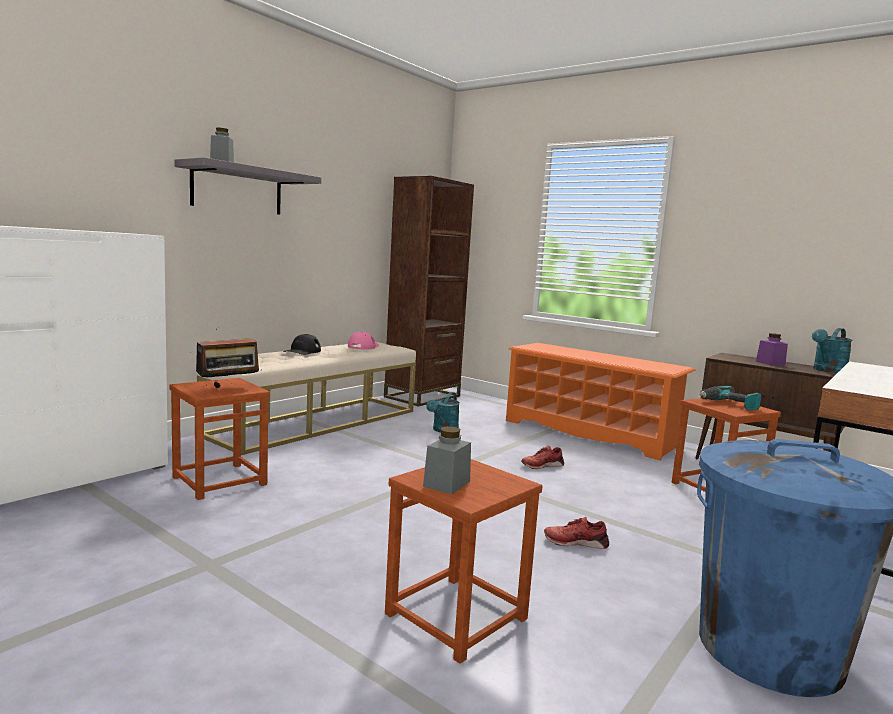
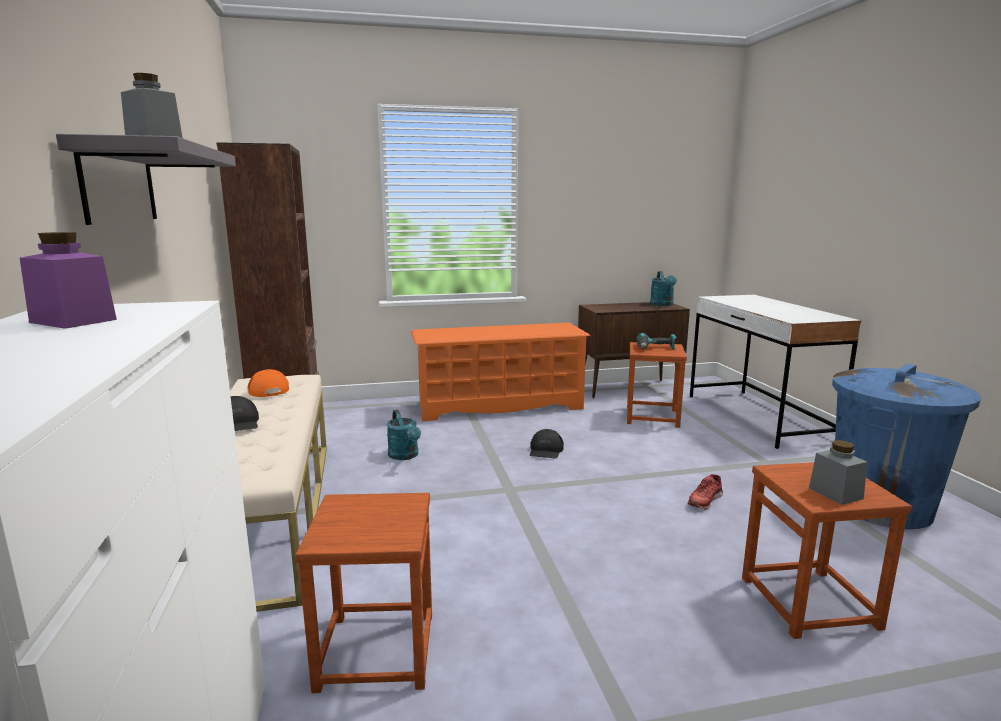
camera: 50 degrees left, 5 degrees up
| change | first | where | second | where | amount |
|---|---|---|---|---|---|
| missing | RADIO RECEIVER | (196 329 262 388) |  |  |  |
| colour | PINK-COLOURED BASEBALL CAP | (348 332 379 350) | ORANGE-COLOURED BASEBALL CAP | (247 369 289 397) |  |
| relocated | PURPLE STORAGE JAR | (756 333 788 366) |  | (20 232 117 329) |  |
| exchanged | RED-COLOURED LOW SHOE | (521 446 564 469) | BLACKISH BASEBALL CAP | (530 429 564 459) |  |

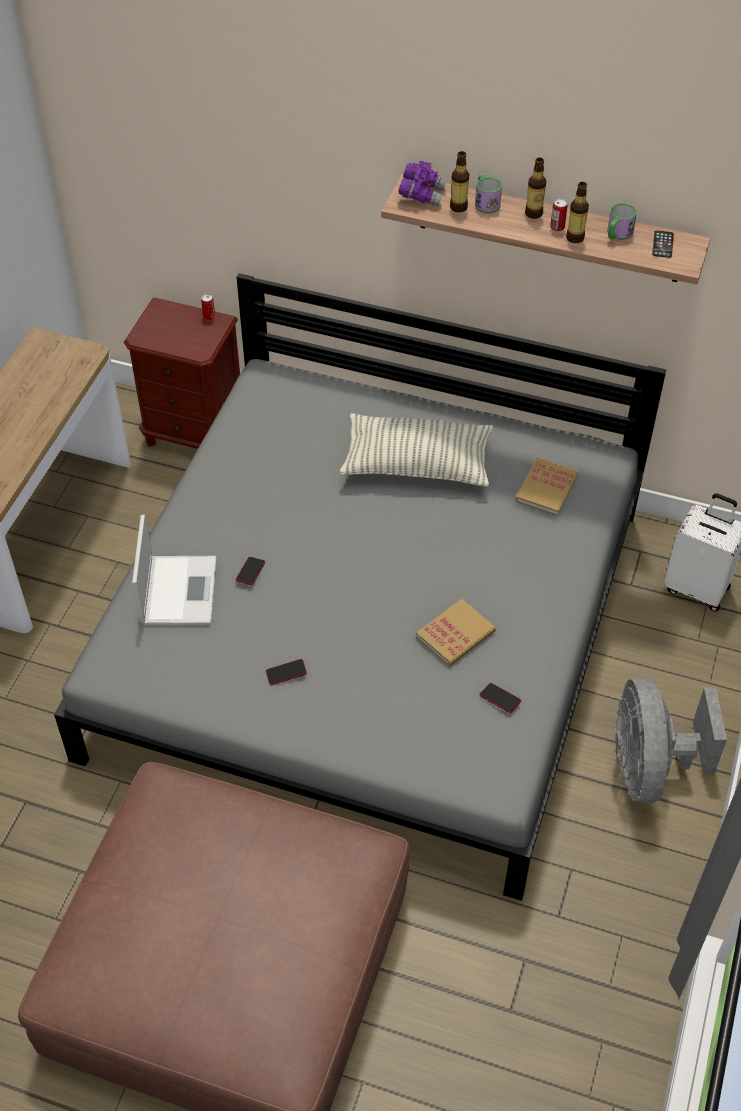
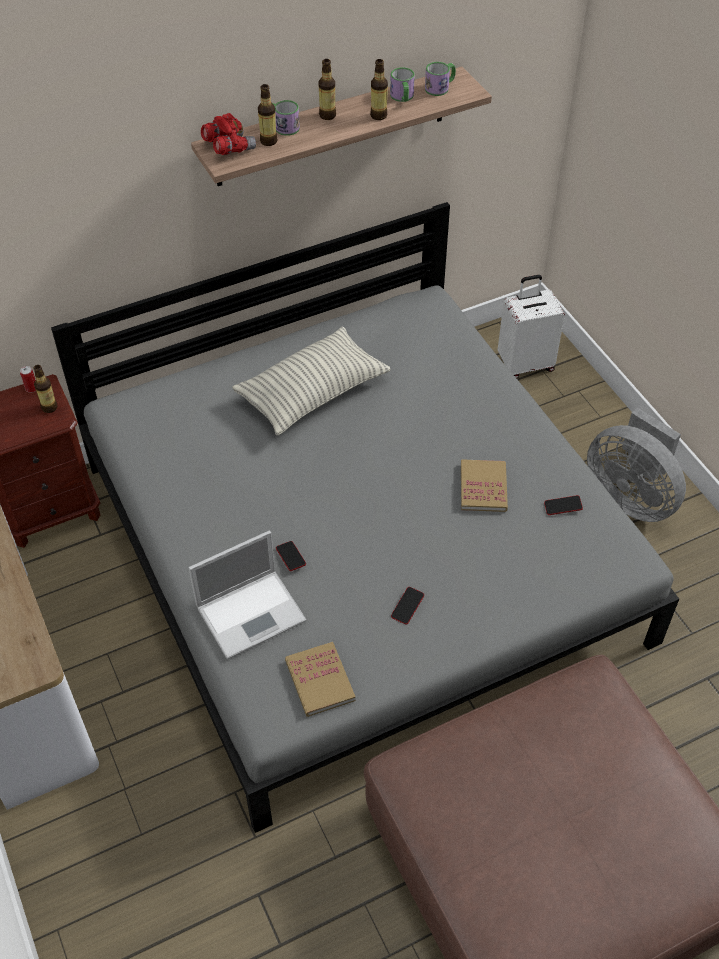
camera: 45 degrees left, 0 degrees up
| change | first | where | second | where | amount |
|---|---|---|---|---|---|
| colour | PURPLE BINOCULARS | (398 161 447 207) | RED-COLOURED BINOCULARS | (201 113 256 155) |  |
| missing | SEALED CAN | (550 199 567 232) |  |  |  |
| exchanged | HANDSET | (652 230 674 258) | MUG | (425 62 456 96) |  |
| relocated | VOLUME | (515 458 578 516) |  | (285 642 356 717) |  |
| spun | PORTABLE COMPUTER | (132 515 216 625) |  | (188 530 307 659) | 105 degrees clockwise |
| appeared |  |  | DRINK BOTTLE | (33 365 57 413) |  |

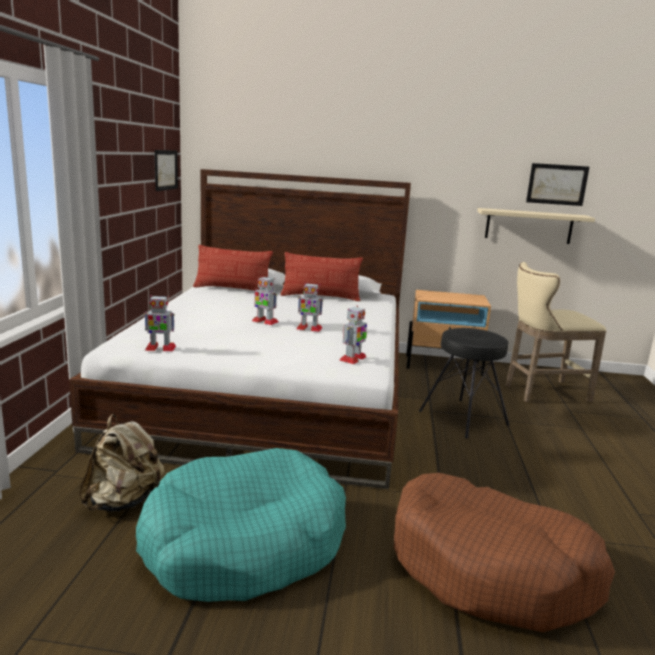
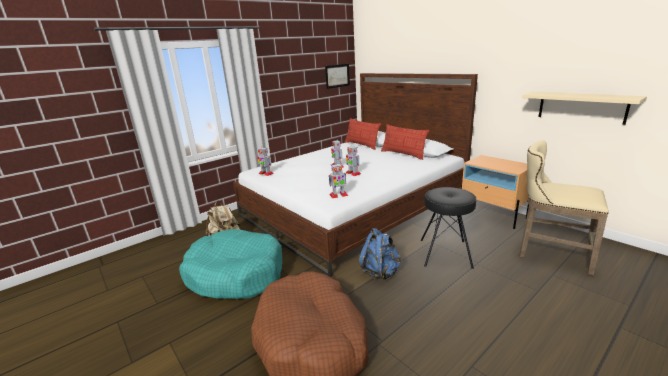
camera: 45 degrees right, 5 degrees up
| change | first | where | second | where | amount |
|---|---|---|---|---|---|
| missing | WALL PICTURE | (526 163 589 206) |  |  |  |
| appeared |  |  | BLUE-COLOURED KNAPSACK | (358 228 401 280) |  |

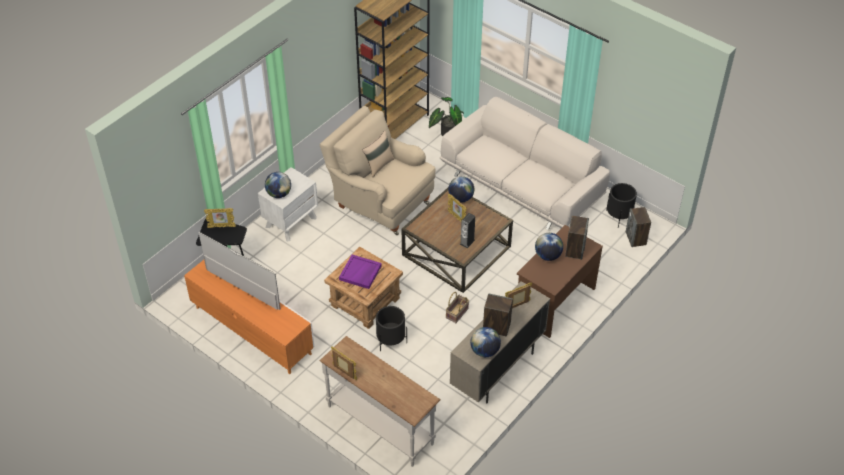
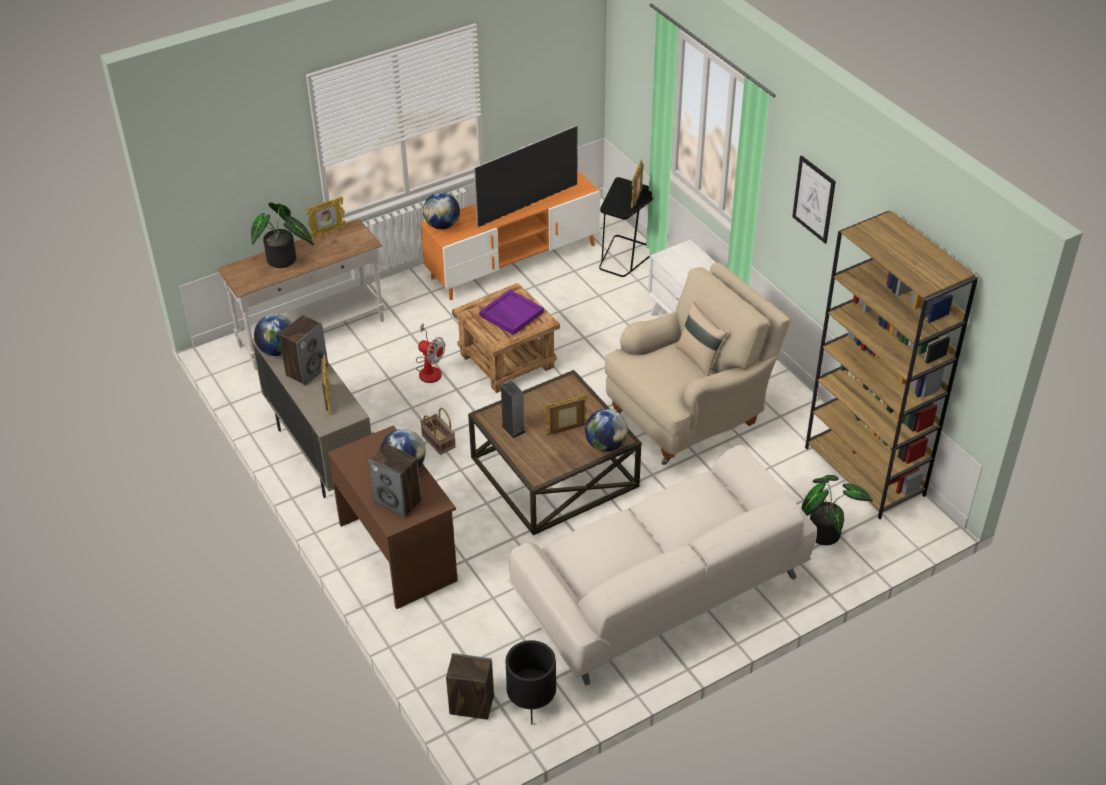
camera: 110 degrees right, 5 degrees down
| change | first | where | second | where | amount |
|---|---|---|---|---|---|
| relocated | WORLD GLOBE | (265 172 291 198) |  | (423 192 460 229) |  |
| exchanged | BLACKISH PLANT POT | (376 306 407 351) | FAN | (416 323 445 383) |  |
| appeared |  |  | WALL PICTURE | (792 155 836 244) |  |
| appeared |  |  | PLANT IN A POT | (251 202 314 268) |  |

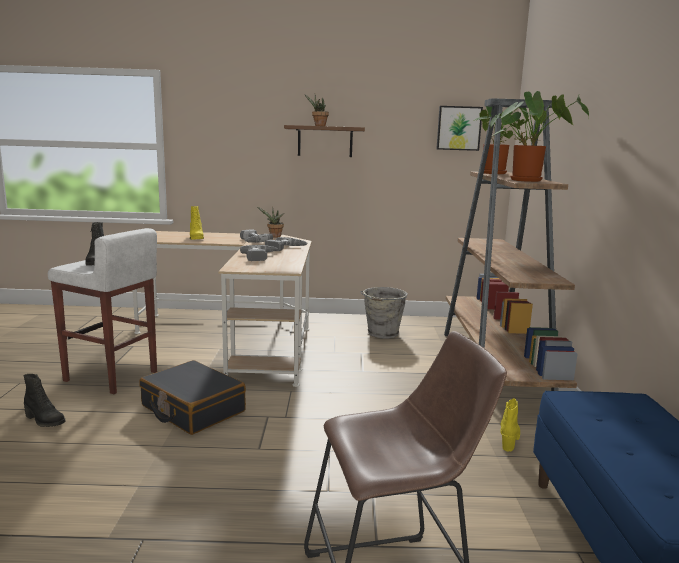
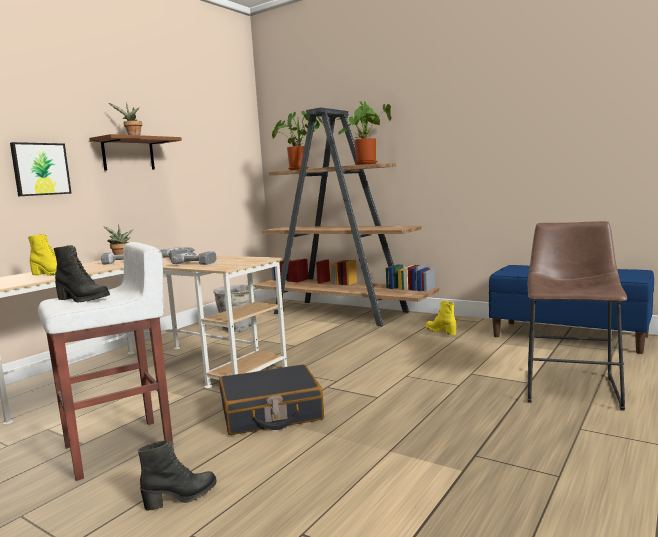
camera: 55 degrees left, 5 degrees down
| change | first | where | second | where | amount |
|---|---|---|---|---|---|
| relocated | WALL PICTURE | (436 106 483 151) |  | (10 142 72 196) |  |

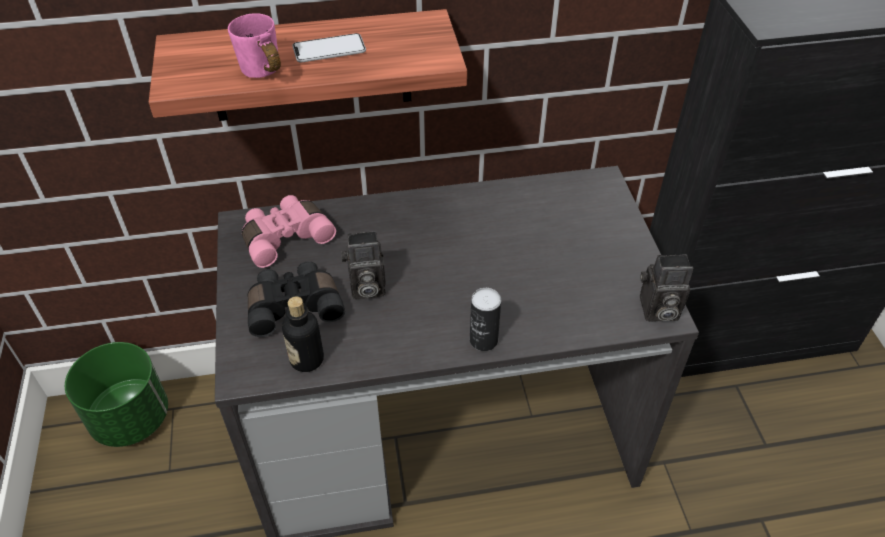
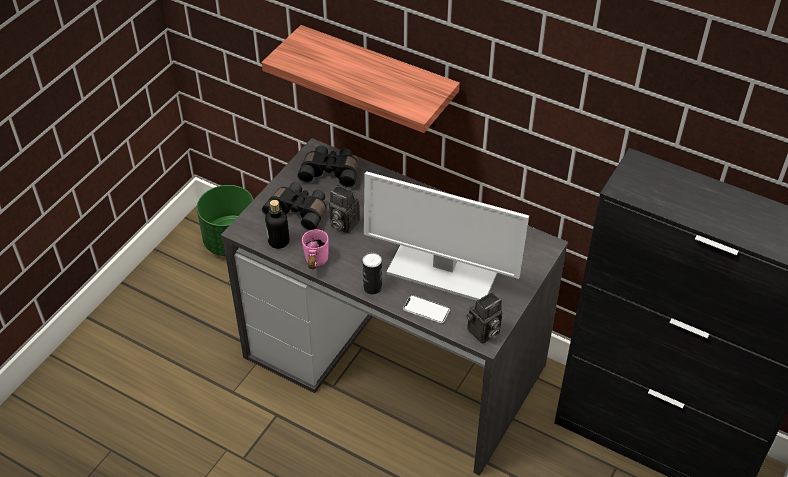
camera: 40 degrees right, 0 degrees up
| change | first | where | second | where | amount |
|---|---|---|---|---|---|
| relocated | PINK-COLOURED MUG | (228 13 281 78) |  | (302 229 328 269) |  |
| relocated | HANDSET | (292 33 366 62) |  | (403 295 450 323) |  |
| colour | PINK-COLOURED BINOCULARS | (242 195 336 268) | BLACKISH BINOCULARS | (297 146 358 188) |  |
| spun | PHOTO CAMERA | (640 254 693 322) |  | (467 292 502 344) | 75 degrees counterclockwise |
| appeared |  |  | COMPUTER SCREEN | (364 171 529 301) |  |

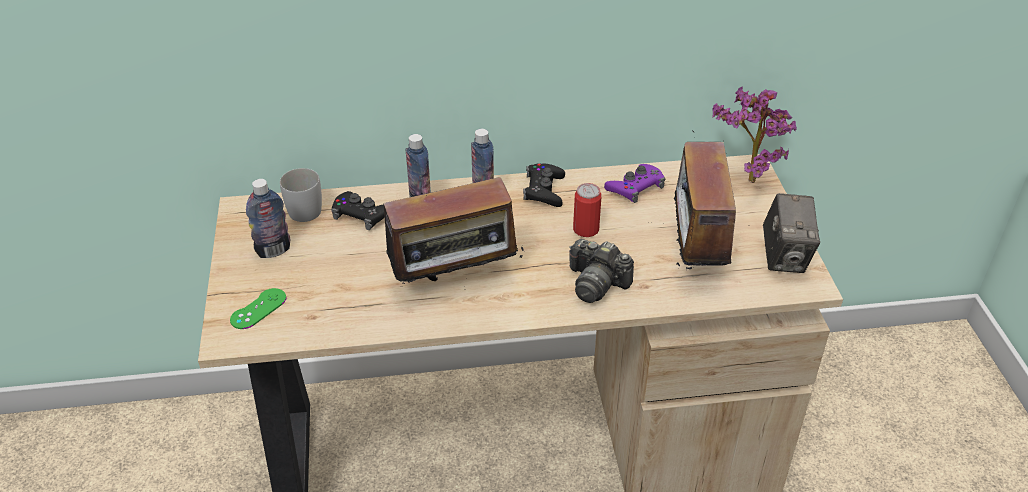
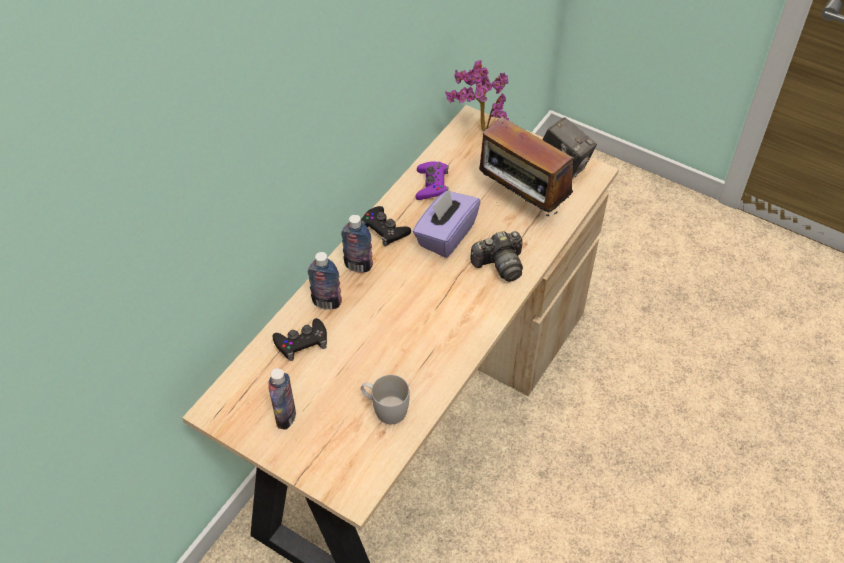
camera: 50 degrees left, 10 degrees up
| change | first | where | second | where | amount |
|---|---|---|---|---|---|
| relocated | WHITISH MUG | (280 168 322 222) |  | (361 375 410 424) |  |
| missing | RADIO RECEIVER | (384 177 525 289) |  |  |  |
| exchanged | SEALED CAN | (573 183 601 237) | PURPLE BOX OF TISSUES | (413 190 480 258) |  |
| missing | GREEN-COLOURED GAMEPAD | (230 288 287 329) |  |  |  |

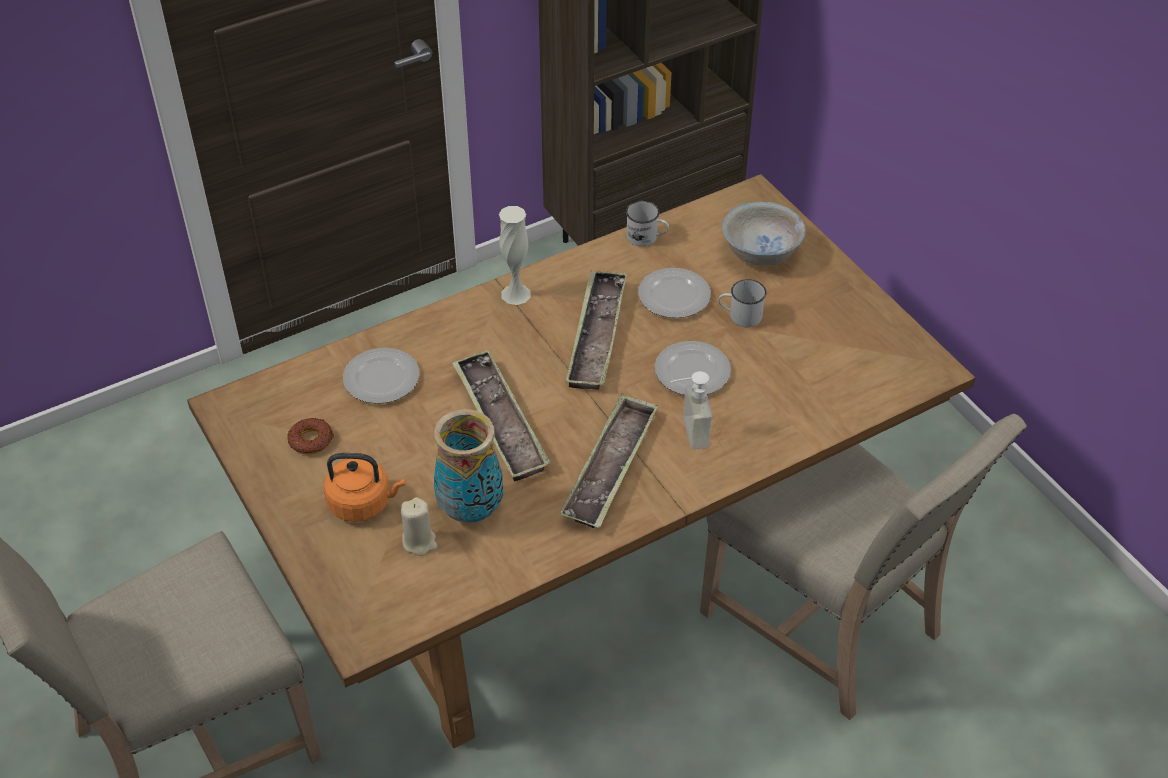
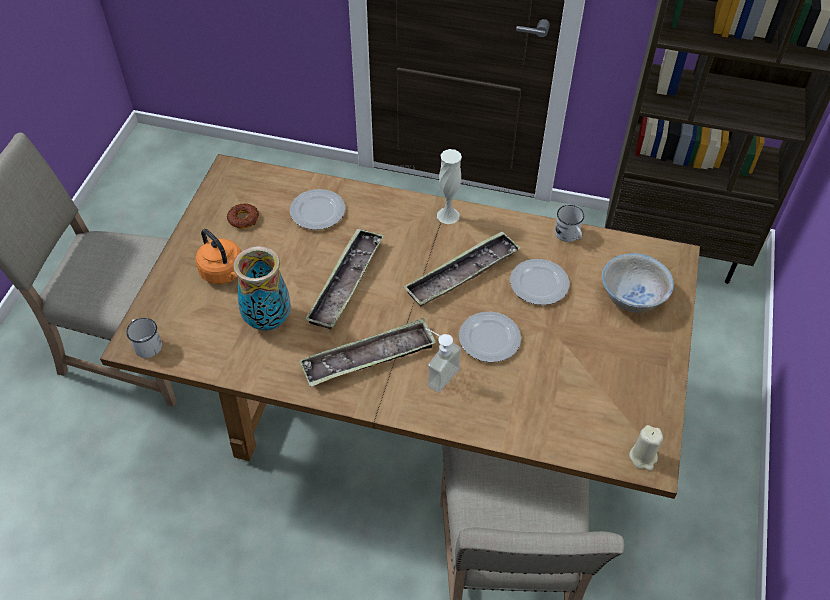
camera: 45 degrees right, 5 degrees up
| change | first | where | second | where | amount |
|---|---|---|---|---|---|
| relocated | WHITISH MUG | (718 279 767 327) |  | (126 318 162 358) |  |
| relocated | SAND-COLOURED WAX LIGHT | (401 497 437 556) |  | (629 425 663 470) |  |

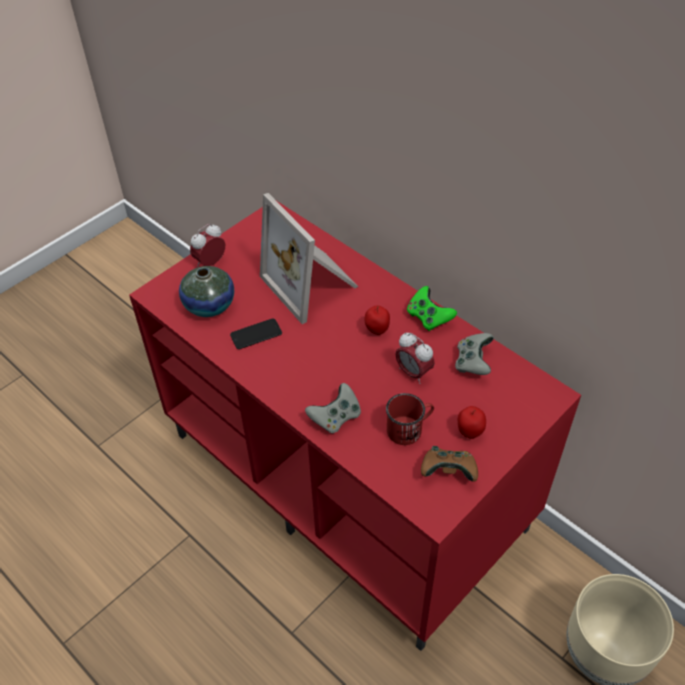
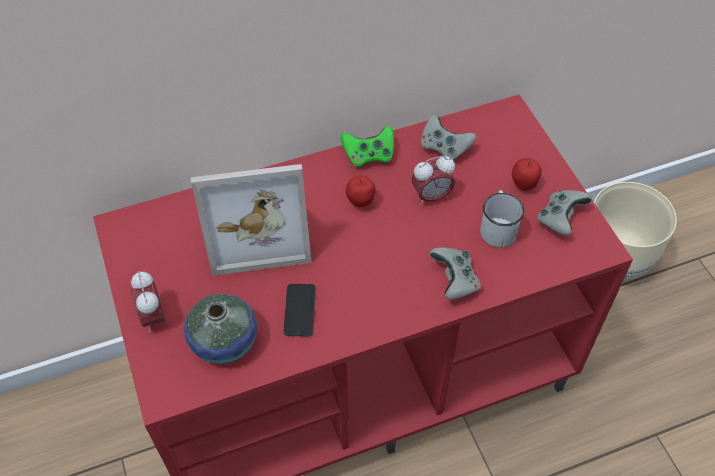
camera: 65 degrees left, 5 degrees up
| change | first | where | second | where | amount |
|---|---|---|---|---|---|
| colour | RED-COLOURED MUG | (386 393 434 445) | WHITISH MUG | (480 190 525 248) |  |
| colour | BROWN-COLOURED GAMEPAD | (421 446 478 482) | GREY GAMEPAD | (537 190 592 235) |  |

